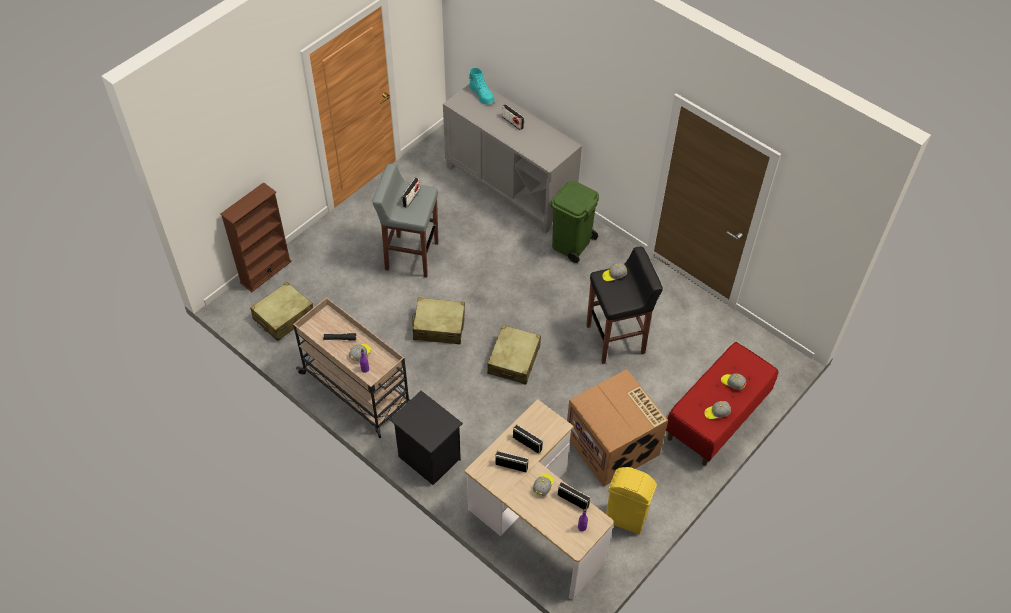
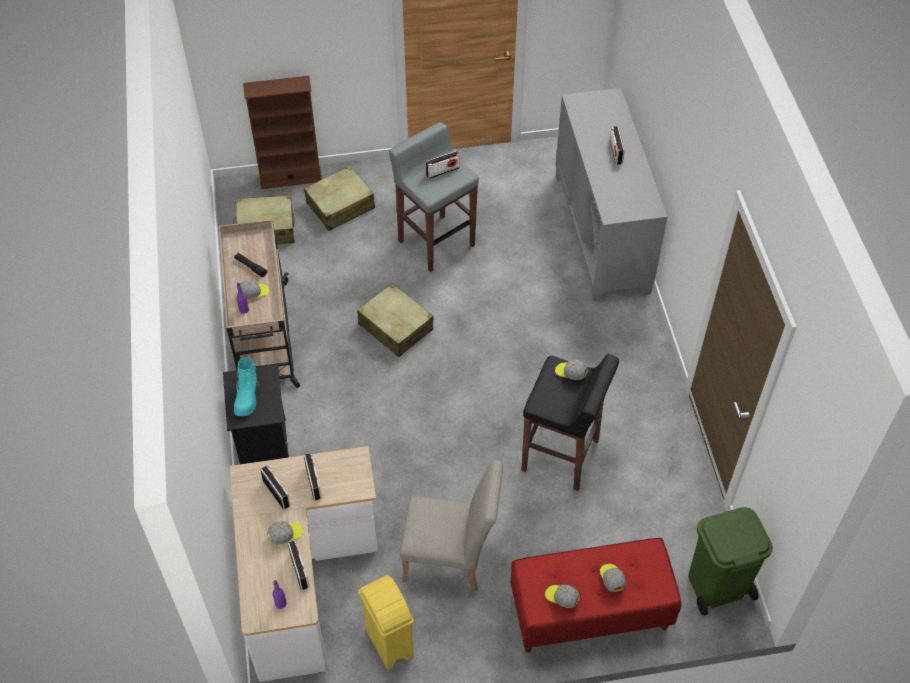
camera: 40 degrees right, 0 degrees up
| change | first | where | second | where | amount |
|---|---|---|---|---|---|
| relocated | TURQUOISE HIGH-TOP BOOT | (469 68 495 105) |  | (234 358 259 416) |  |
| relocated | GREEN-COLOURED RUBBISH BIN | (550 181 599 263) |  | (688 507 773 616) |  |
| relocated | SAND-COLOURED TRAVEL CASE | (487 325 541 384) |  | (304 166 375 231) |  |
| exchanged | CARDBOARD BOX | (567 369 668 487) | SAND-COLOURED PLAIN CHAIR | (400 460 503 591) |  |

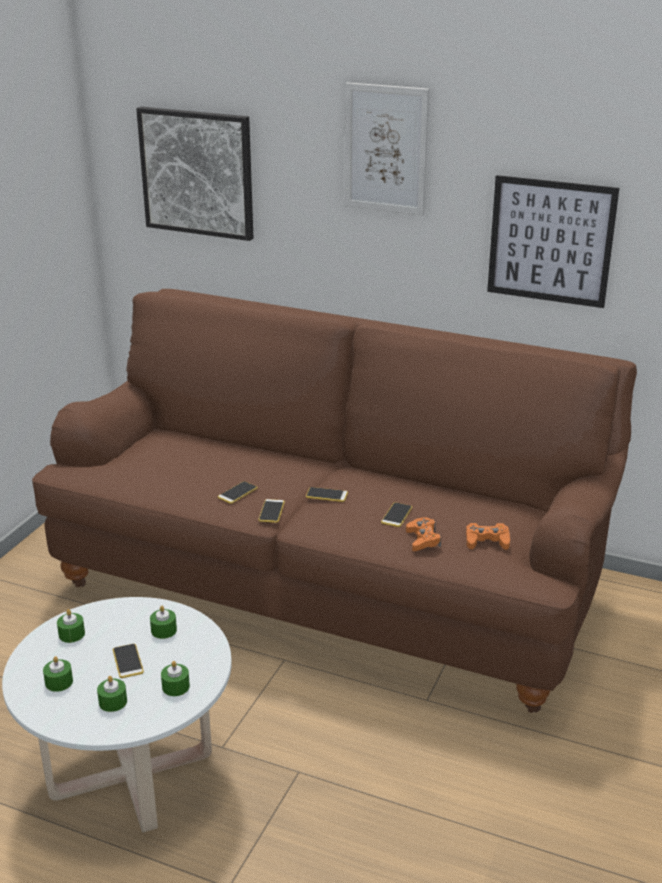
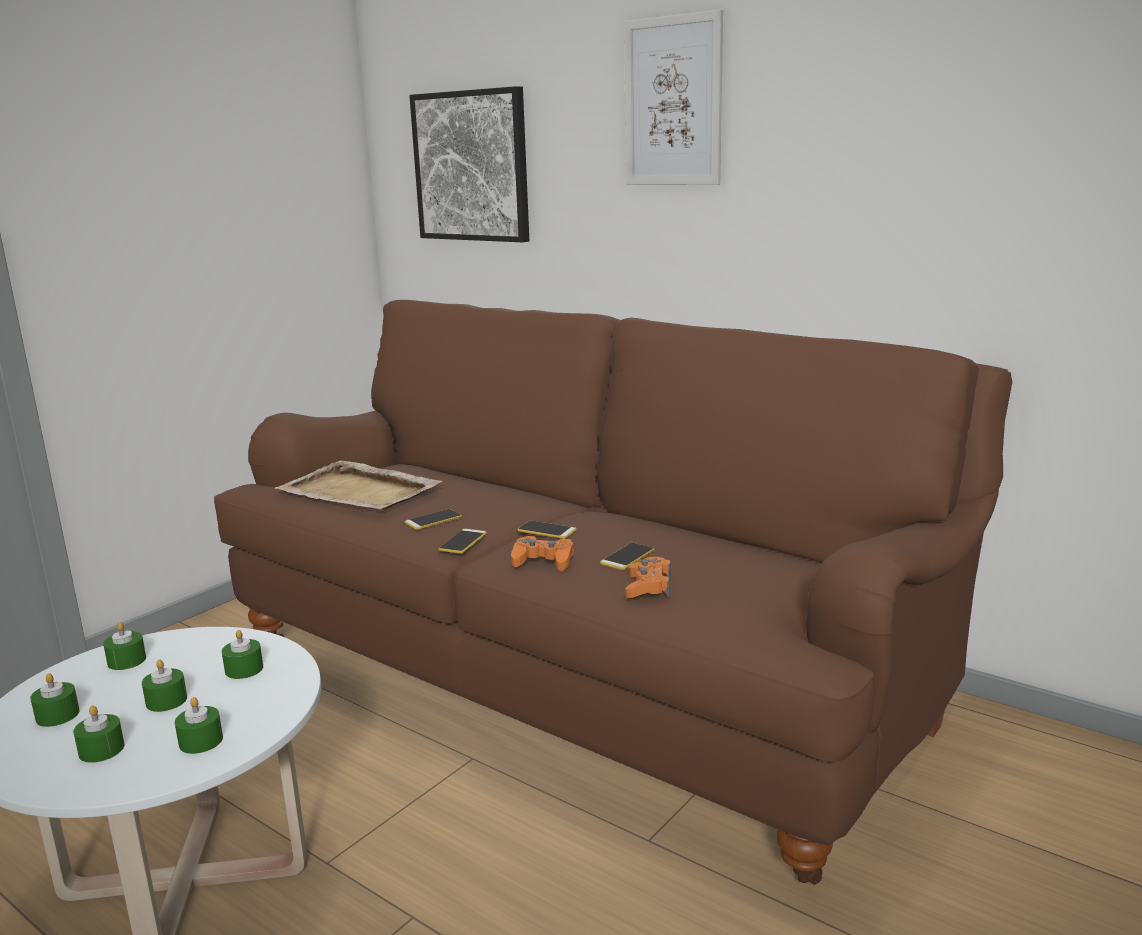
camera: 15 degrees right, 10 degrees down
| change | first | where | second | where | amount |
|---|---|---|---|---|---|
| missing | WALL PICTURE | (487 175 619 308) |  |  |  |
| relocated | ORANGE-COLOURED GAMEPAD | (466 523 510 550) |  | (511 536 574 571) |  |
| exchanged | HANDSET | (113 644 144 678) | GREEN-COLOURED WAX LIGHT | (142 659 187 712) |  |
| appeared |  |  | SAND-COLOURED TRAY | (275 460 443 510) |  |

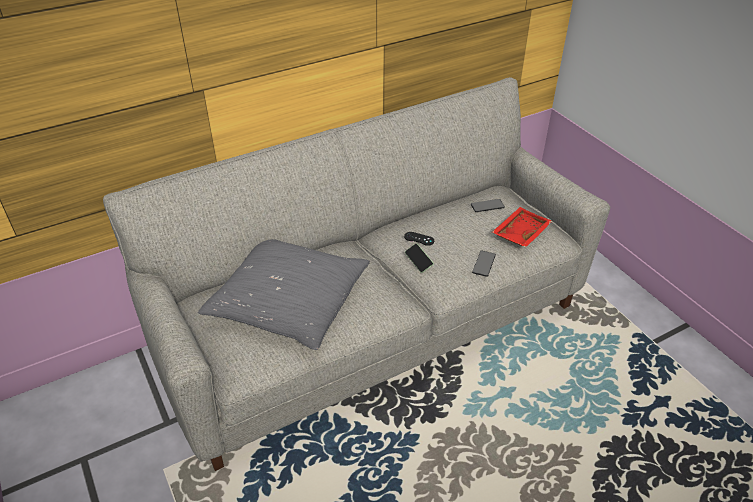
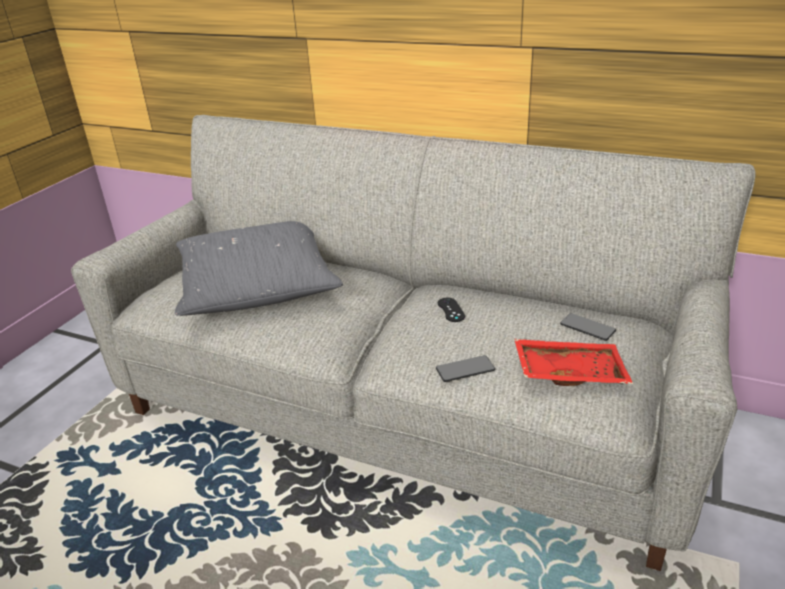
camera: 55 degrees right, 10 degrees down
| change | first | where | second | where | amount |
|---|---|---|---|---|---|
| missing | HANDSET | (405 243 434 273) |  |  |  |

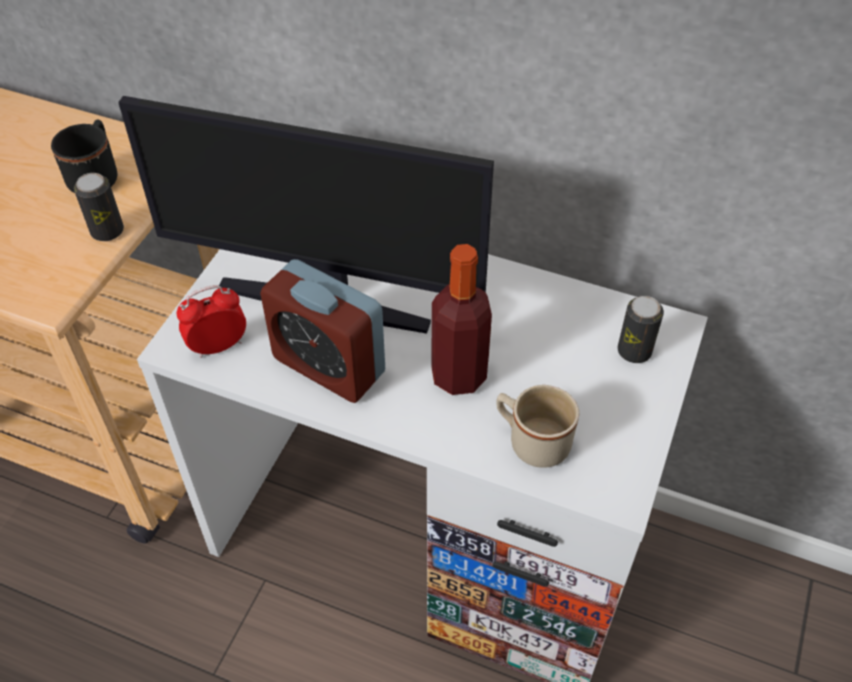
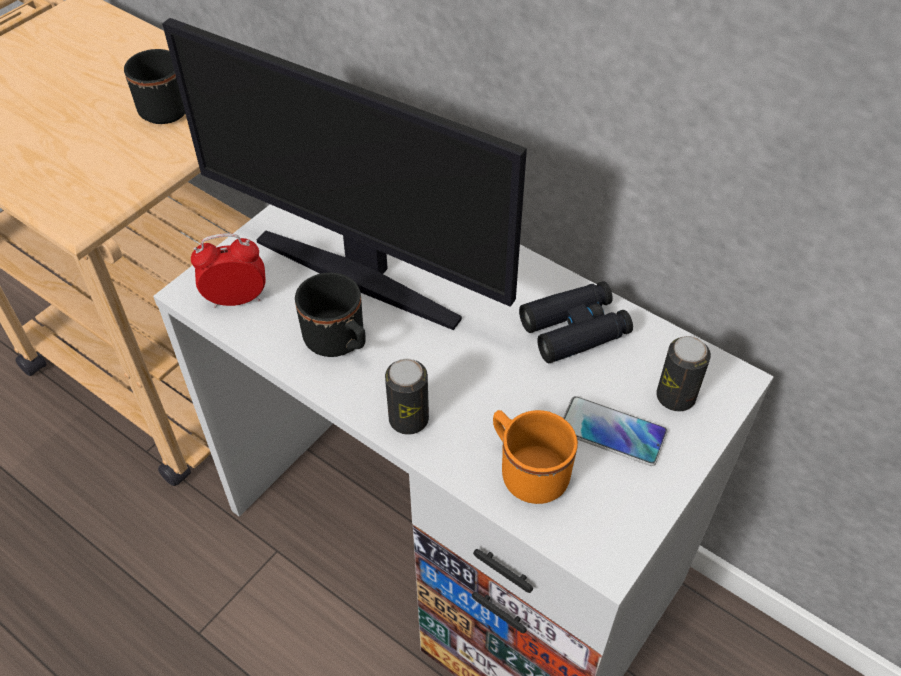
camera: 15 degrees right, 0 degrees up
| change | first | where | second | where | amount |
|---|---|---|---|---|---|
| relocated | SEALED CAN | (74 173 124 241) |  | (385 359 429 435) |  |
| missing | DRINK BOTTLE | (431 244 492 395) |  |  |  |
| exchanged | TABLE CLOCK | (260 259 385 403) | BLACKISH MUG | (295 272 366 357) |  |
| colour | SAND-COLOURED MUG | (497 385 579 468) | ORANGE-COLOURED MUG | (493 410 578 504) |  |
| appeared |  |  | BLACKISH BINOCULARS | (519 281 633 363) |  |
| appeared |  |  | HANDSET | (563 396 667 466) |  |

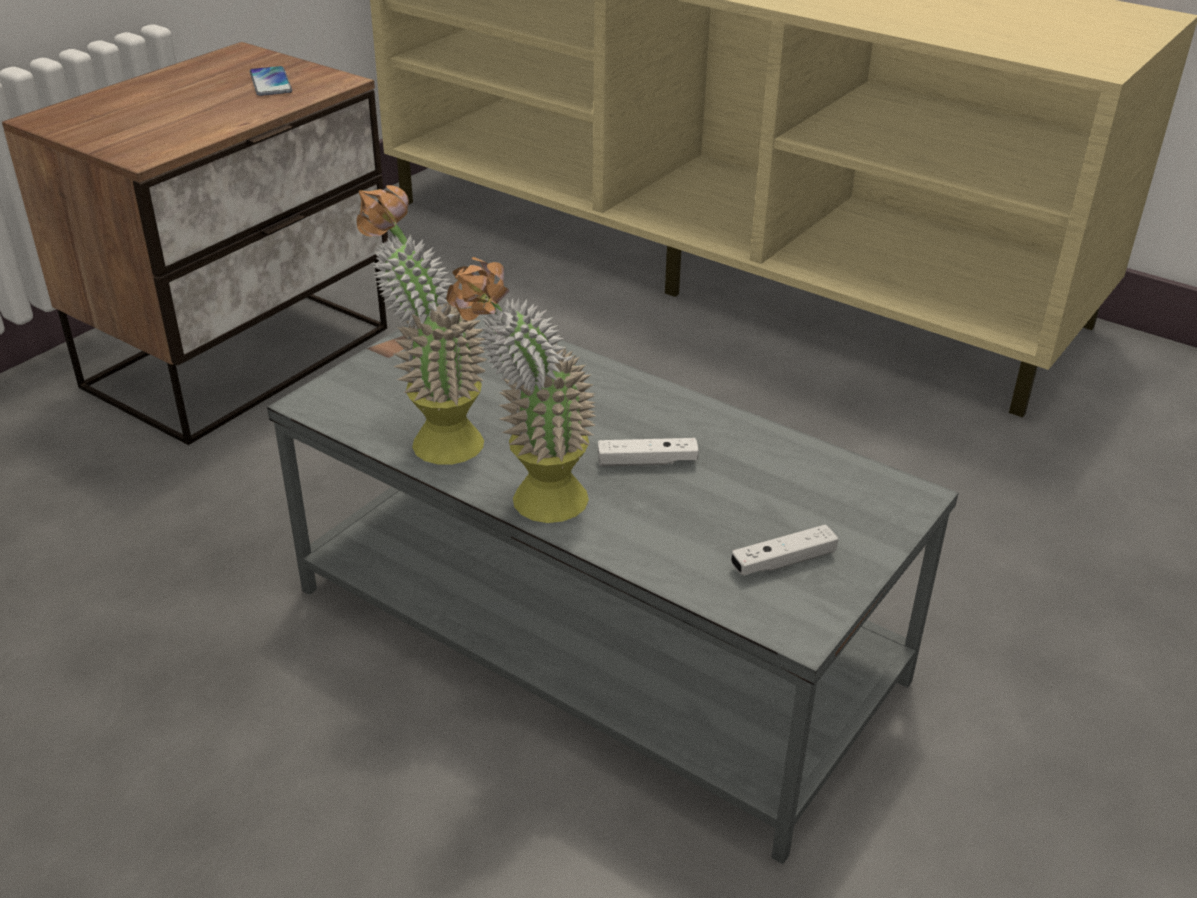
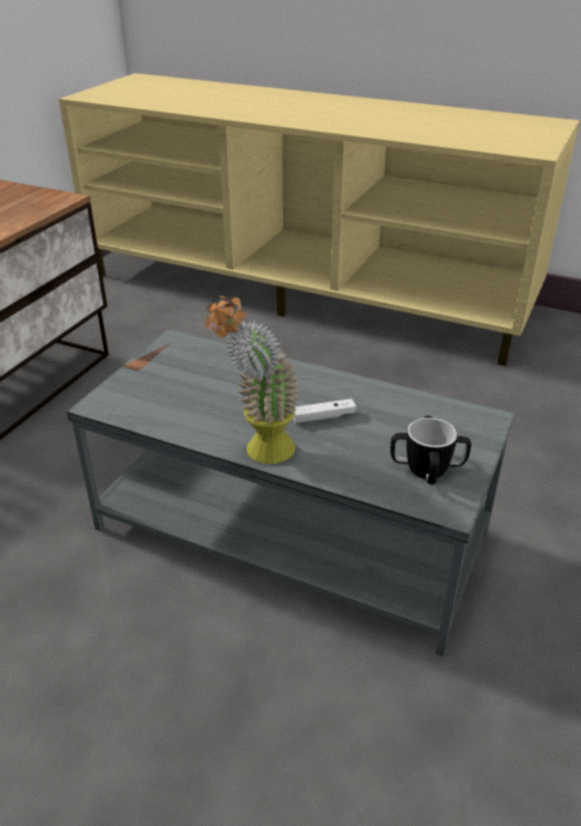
camera: 10 degrees left, 0 degrees up
| change | first | where | second | where | amount |
|---|---|---|---|---|---|
| missing | HANDSET | (250 66 292 96) |  |  |  |
| missing | PLANT IN A POT | (357 185 487 465) |  |  |  |
| exchanged | WHITISH GAMEPAD | (731 524 838 576) | MUG | (390 416 471 484) |  |

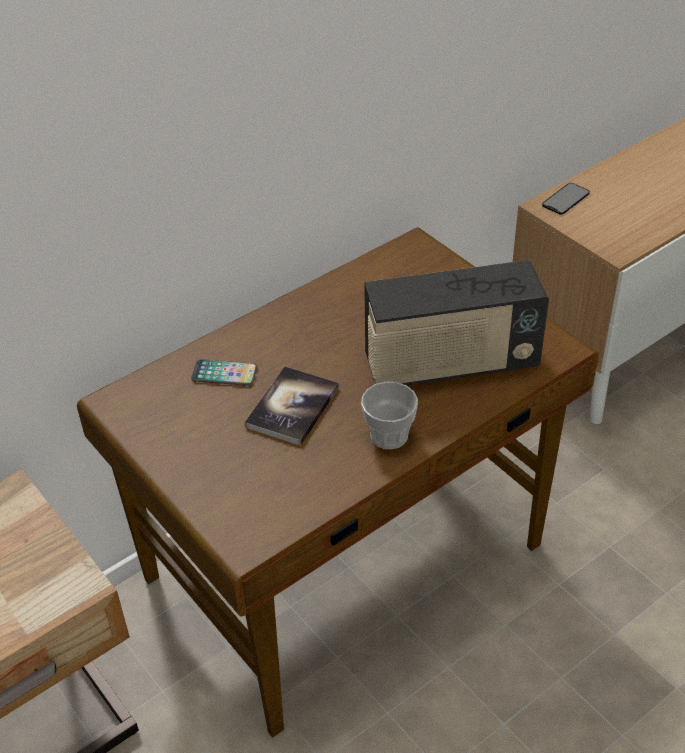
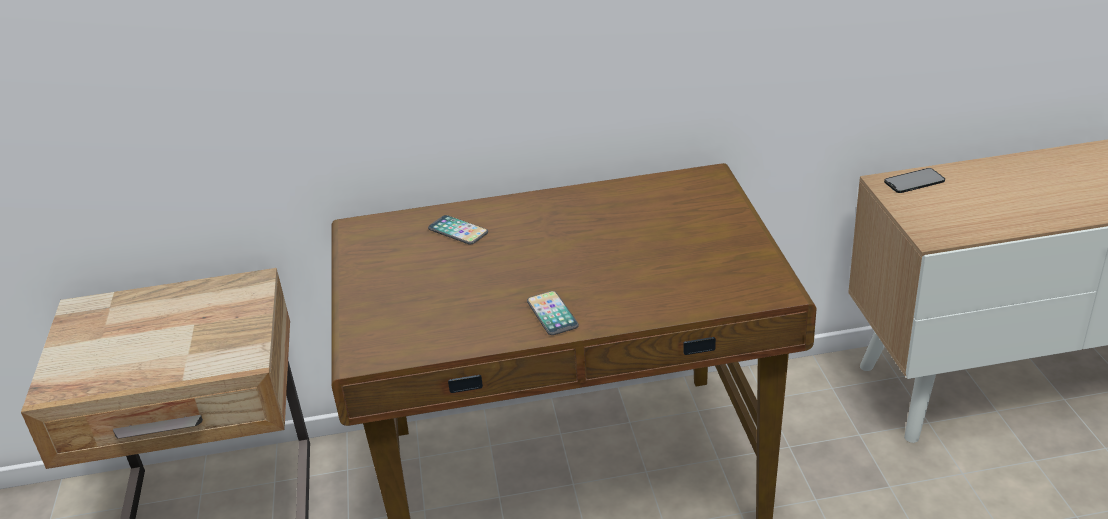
camera: 30 degrees right, 10 degrees down
| change | first | where | second | where | amount |
|---|---|---|---|---|---|
| missing | RADIO RECEIVER | (364 260 549 385) |  |  |  |
| missing | VOLUME | (245 366 339 446) |  |  |  |
| exchanged | CUP | (361 382 418 449) | HANDSET | (527 291 579 335) |  |

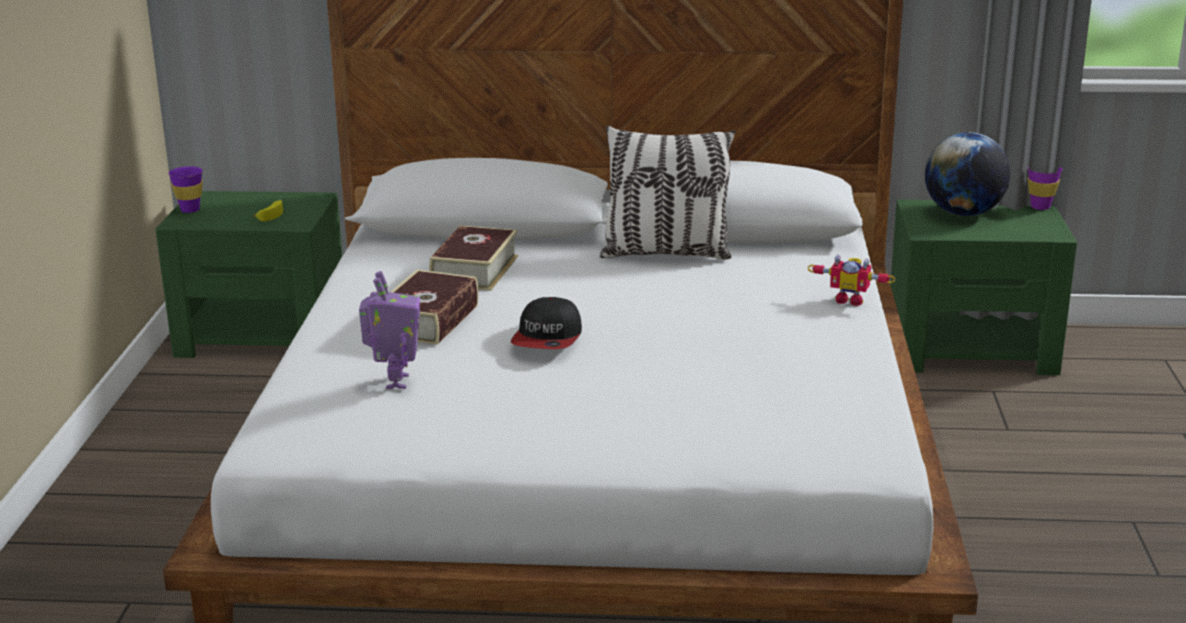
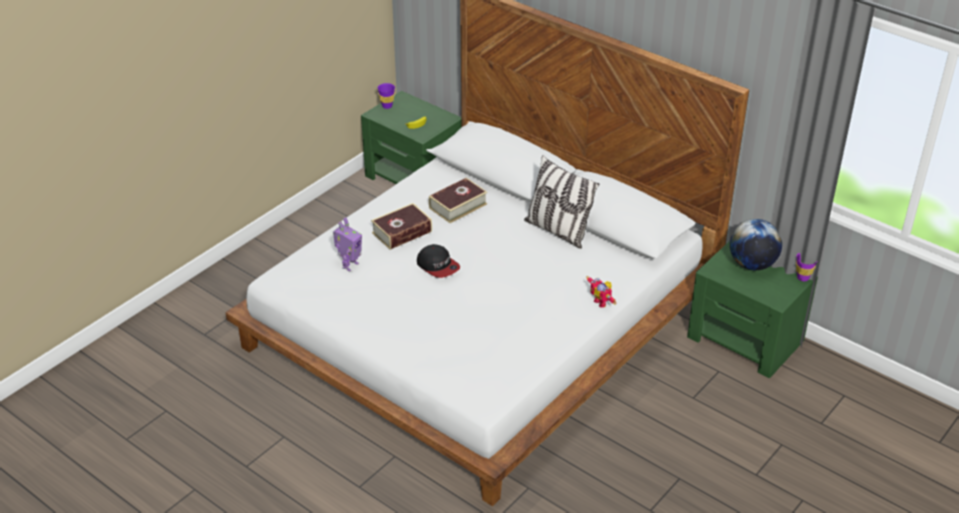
camera: 35 degrees right, 15 degrees up
| change | first | where | second | where | amount |
|---|---|---|---|---|---|
| spun | BASEBALL CAP | (511 297 582 349) |  | (417 244 460 278) | 90 degrees counterclockwise |

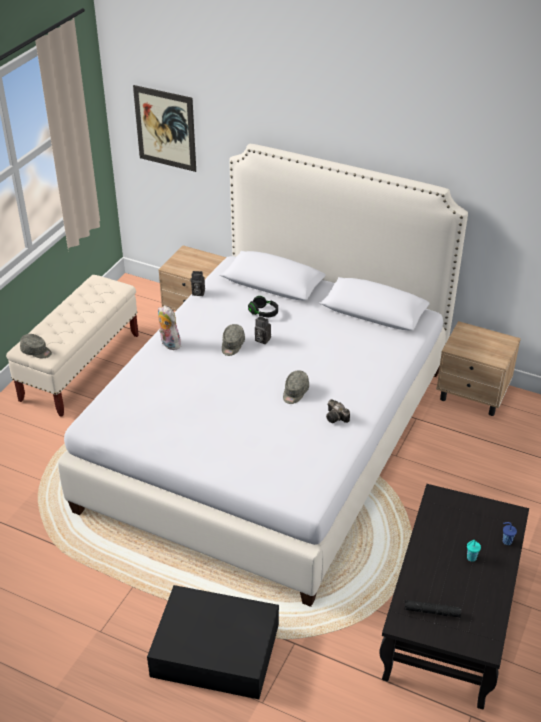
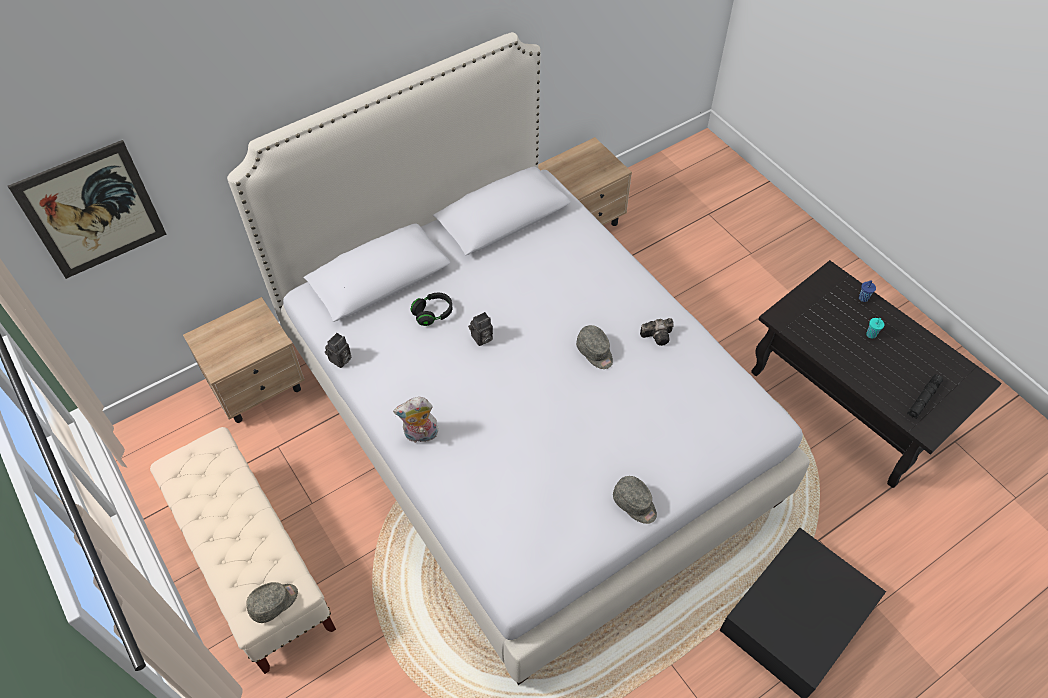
camera: 60 degrees left, 15 degrees up
| change | first | where | second | where | amount |
|---|---|---|---|---|---|
| relocated | GREY BASEBALL CAP | (222 324 245 356) |  | (613 476 657 524) |  |

